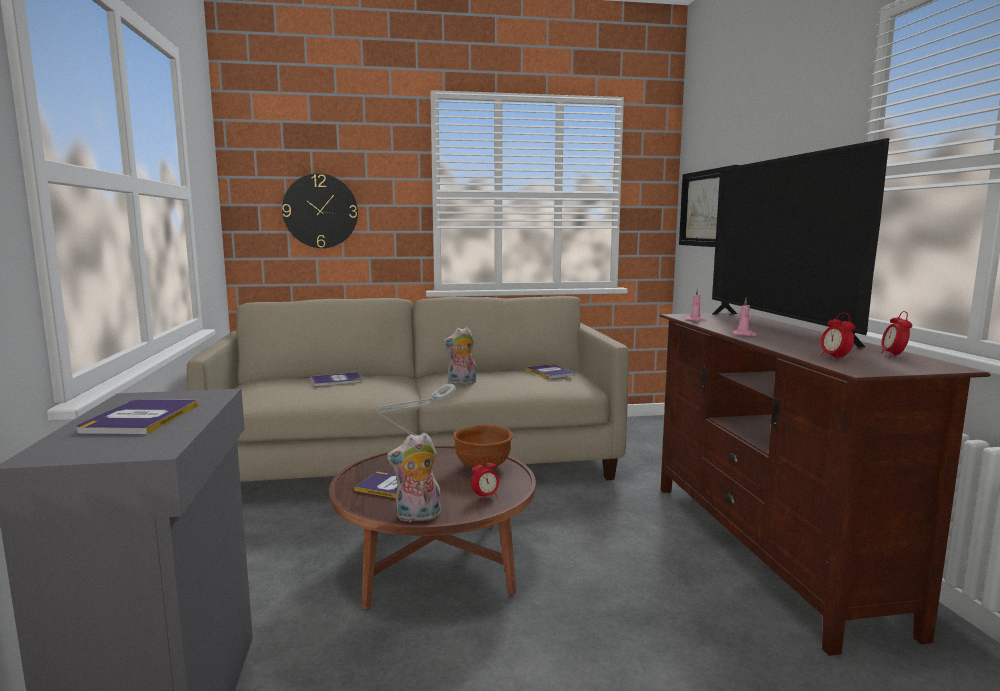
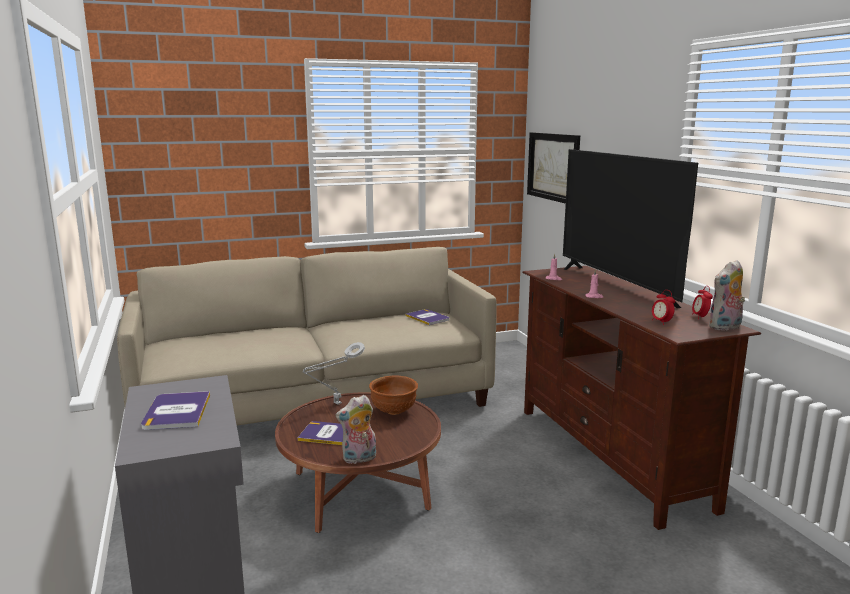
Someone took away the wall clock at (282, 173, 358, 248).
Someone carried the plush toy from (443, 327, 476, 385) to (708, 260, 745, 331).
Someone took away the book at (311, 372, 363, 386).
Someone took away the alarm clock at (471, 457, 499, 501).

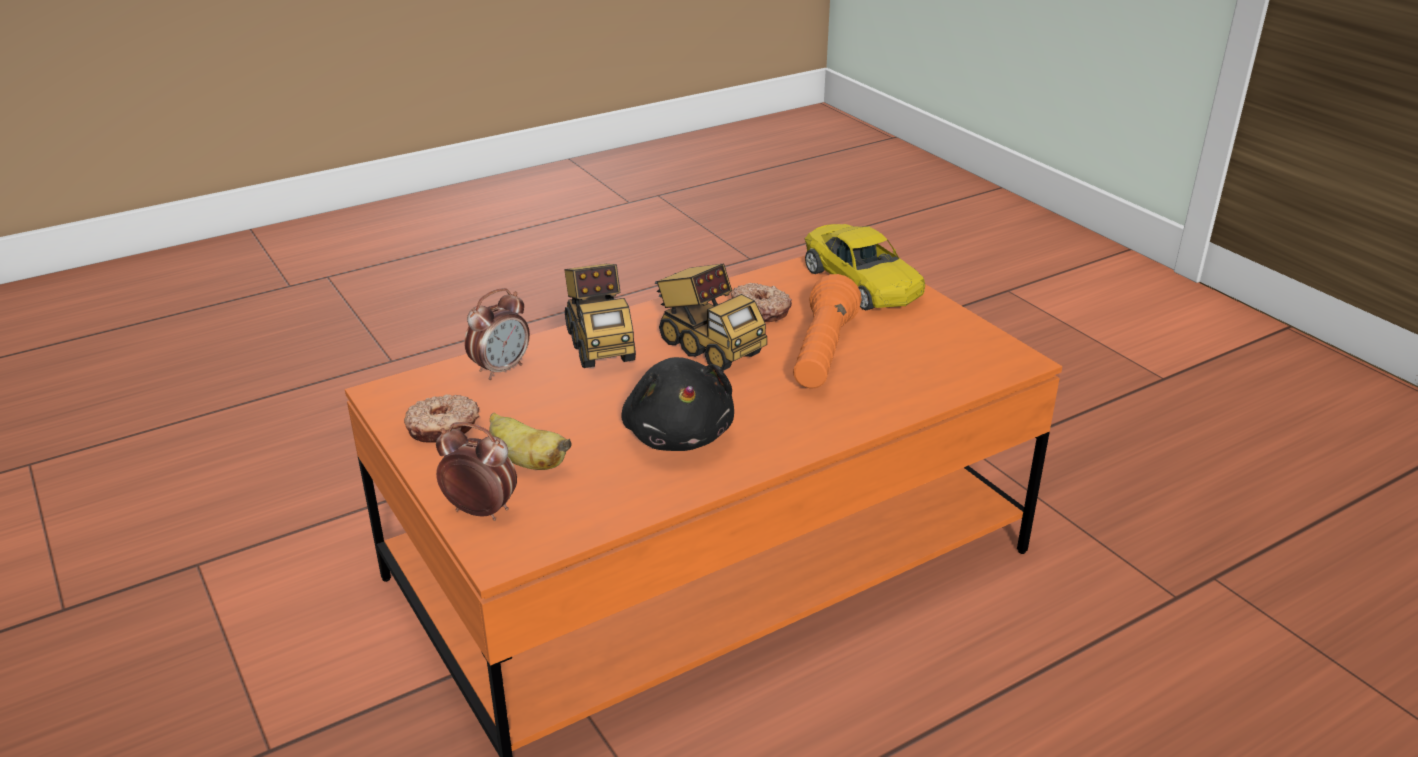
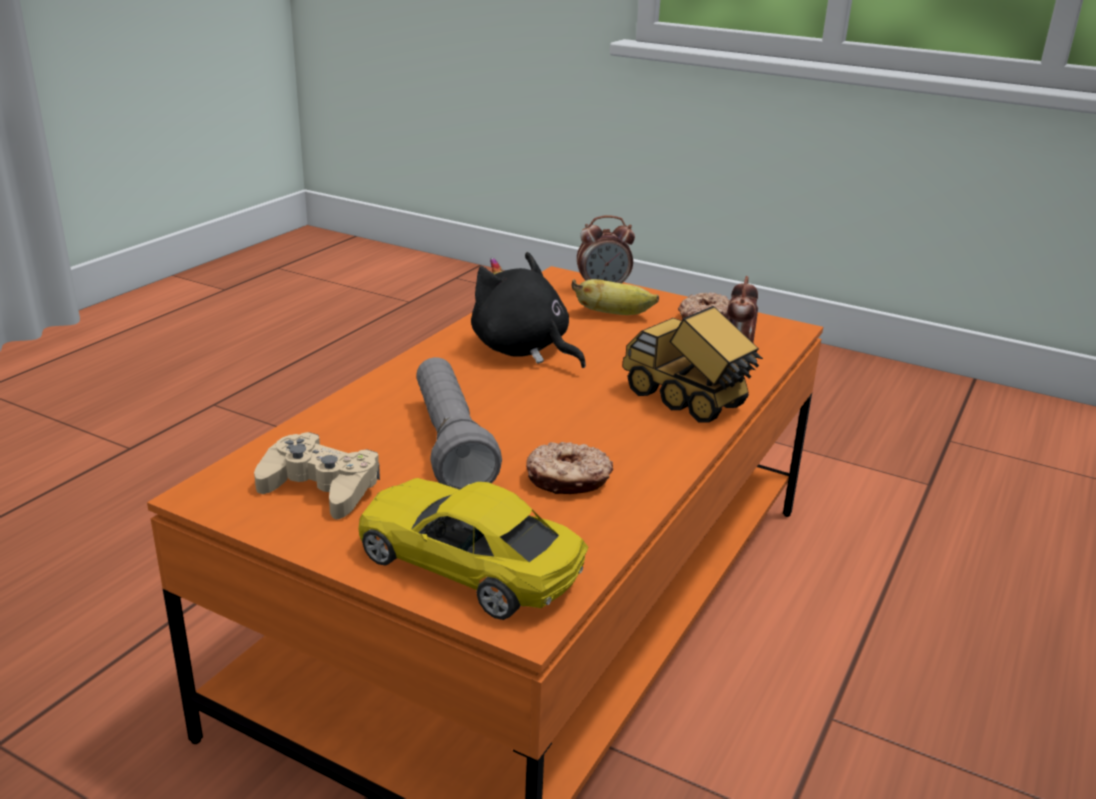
Someone took away the toy truck at (655, 263, 767, 371).
Someone repainted the orange flashlight at (793, 274, 862, 388), which became the grey flashlight at (416, 357, 502, 490).
Someone put down the beige game controller at (254, 432, 380, 520).

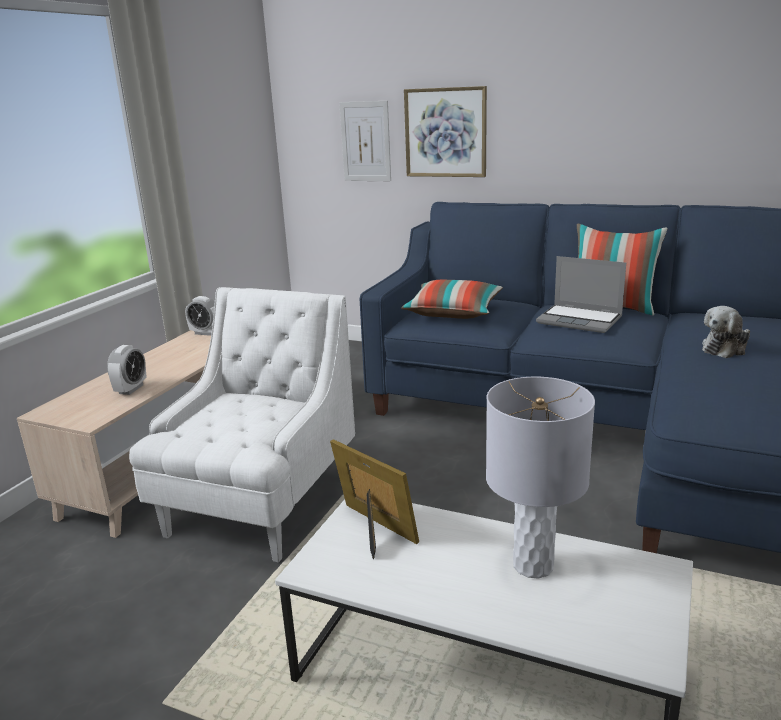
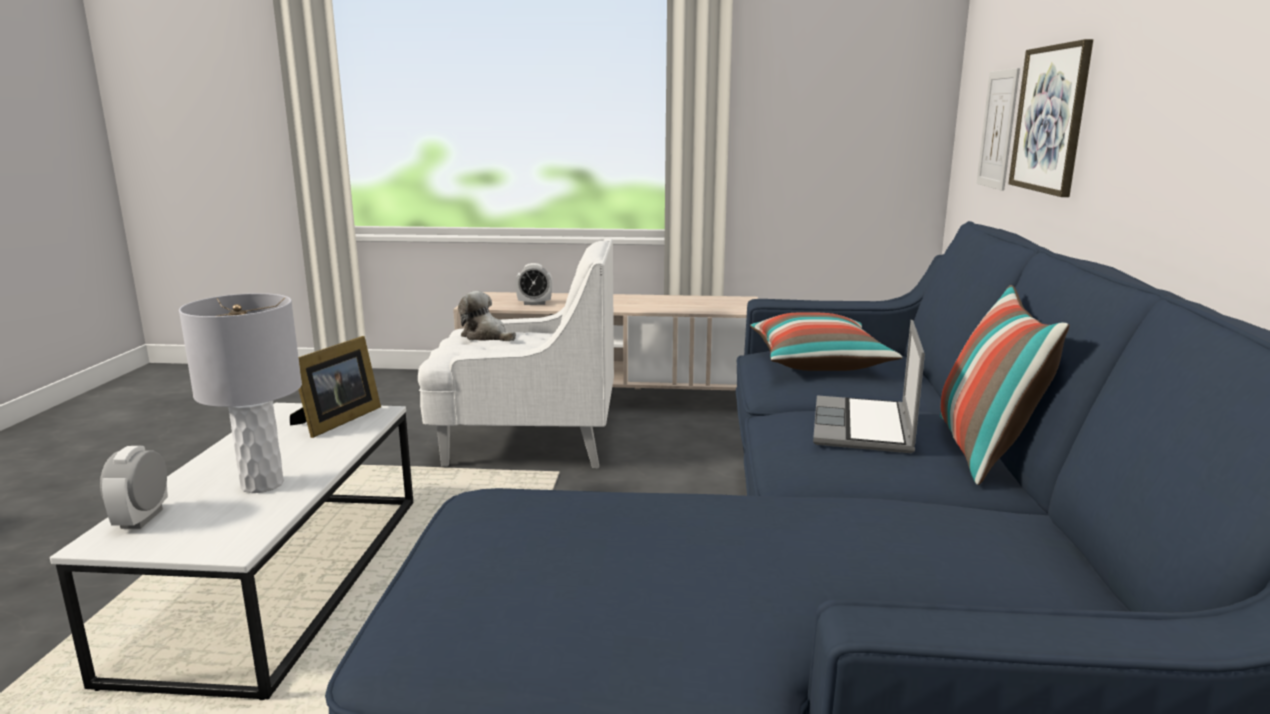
Someone carried the alarm clock from (185, 296, 215, 336) to (100, 446, 168, 529).
Someone carried the plush toy from (702, 306, 750, 358) to (458, 291, 516, 341).

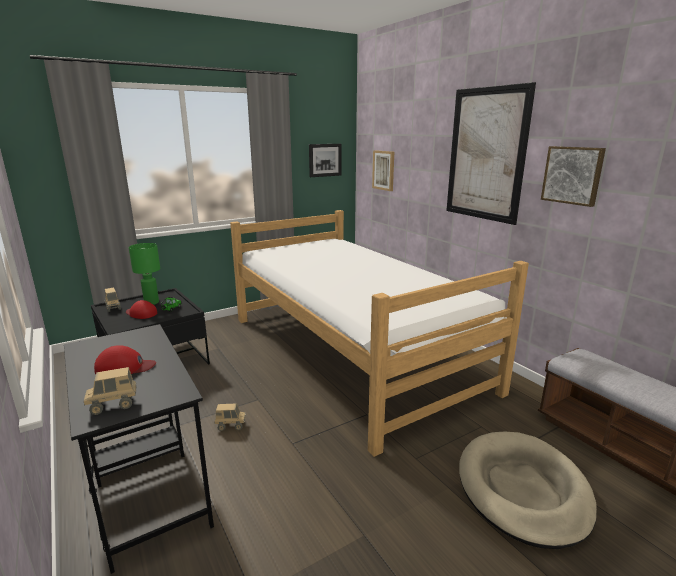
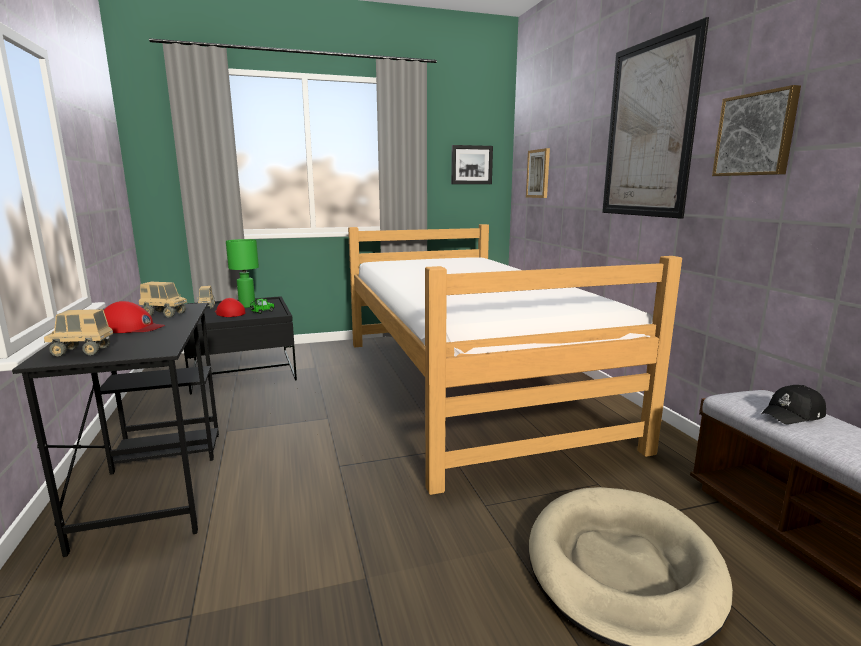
Someone carried the toy truck from (214, 403, 246, 431) to (139, 282, 187, 318).
Someone put down the black cap at (761, 385, 826, 425).

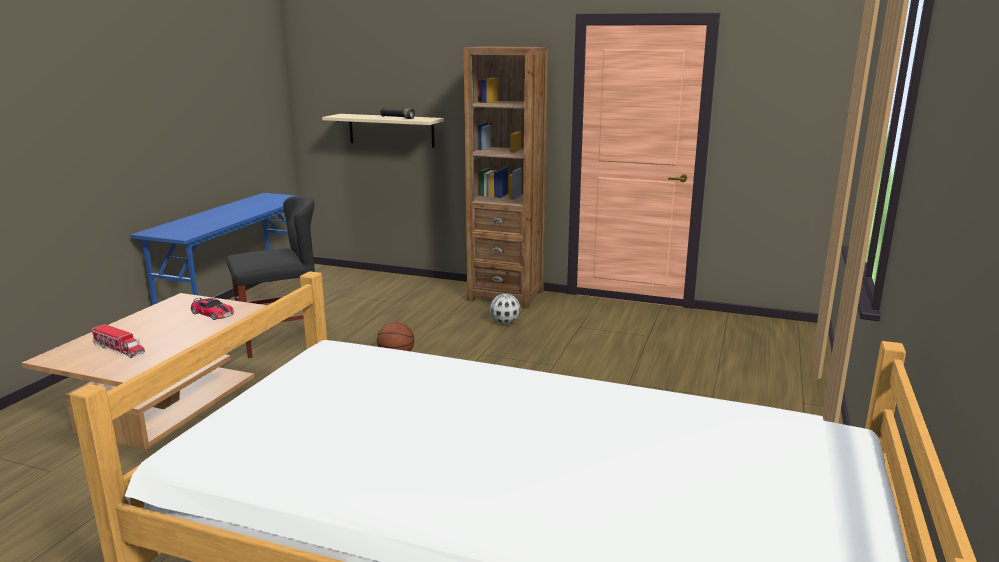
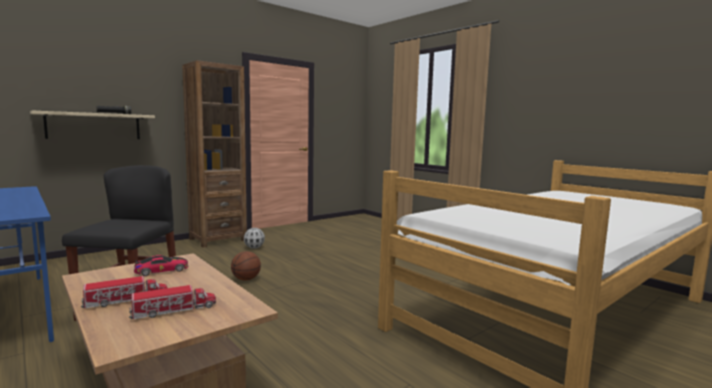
Someone put down the toy truck at (81, 276, 167, 308).

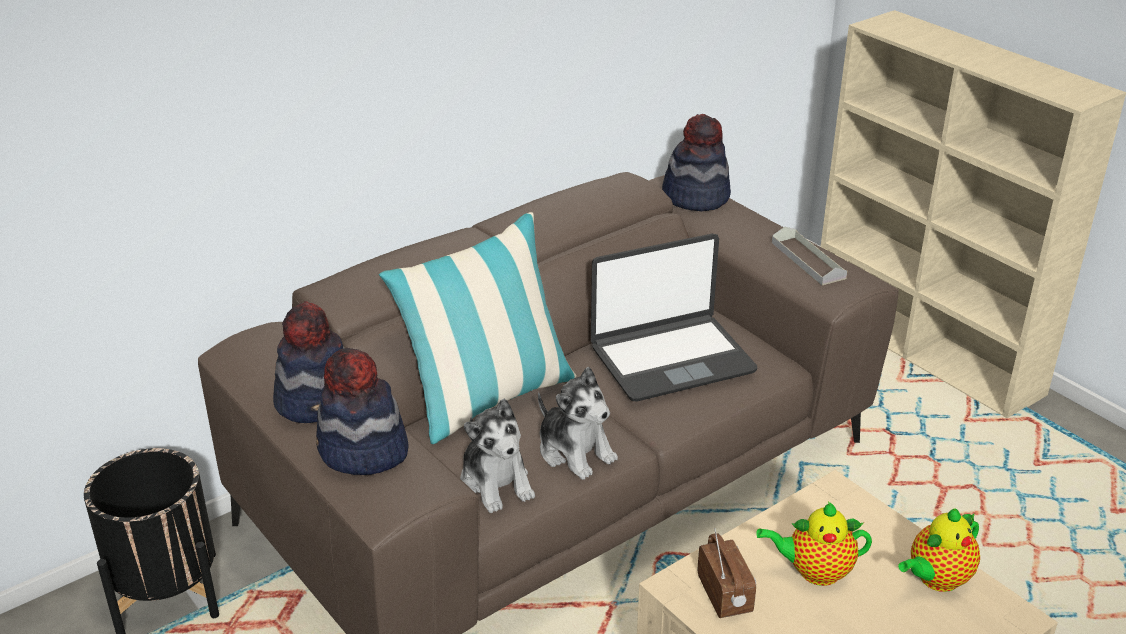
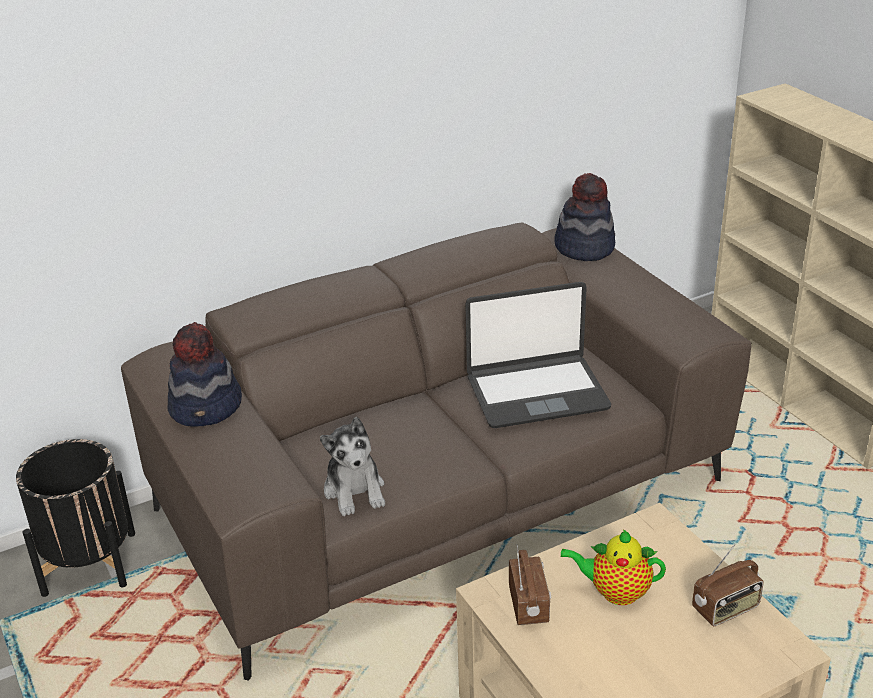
Someone took away the pillow at (379, 212, 577, 444).
Someone took away the grey tray at (772, 227, 847, 285).
Someone took away the hat at (316, 348, 408, 475).
Someone took away the plush toy at (538, 367, 618, 480).
Someone swapped the teapot at (898, 508, 980, 592) for the radio at (692, 543, 764, 626).

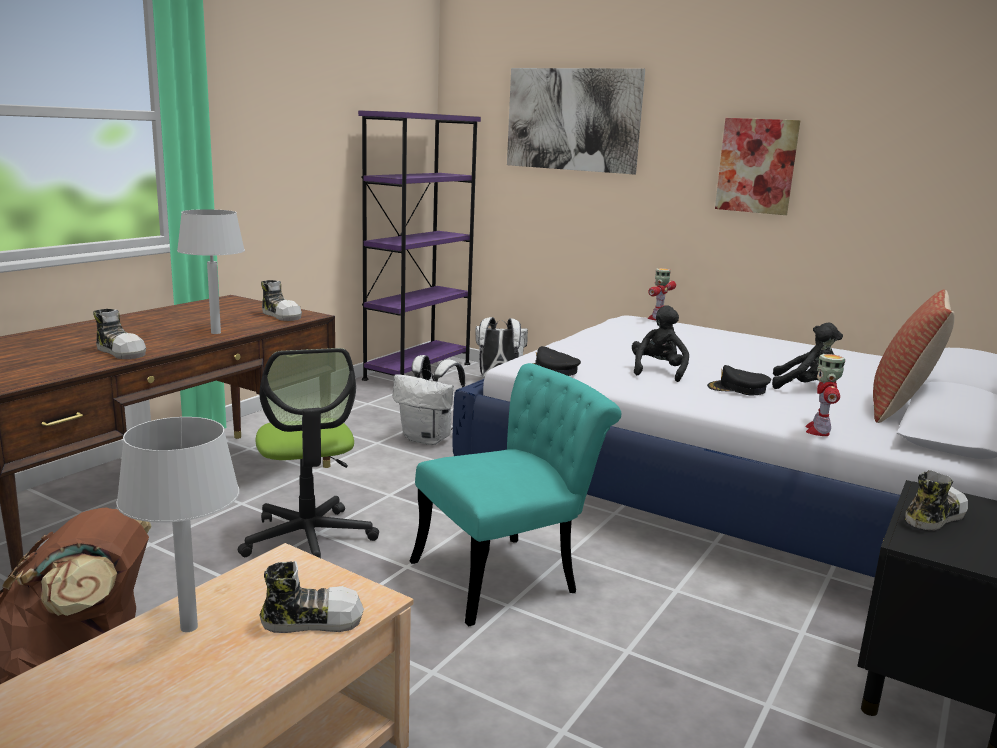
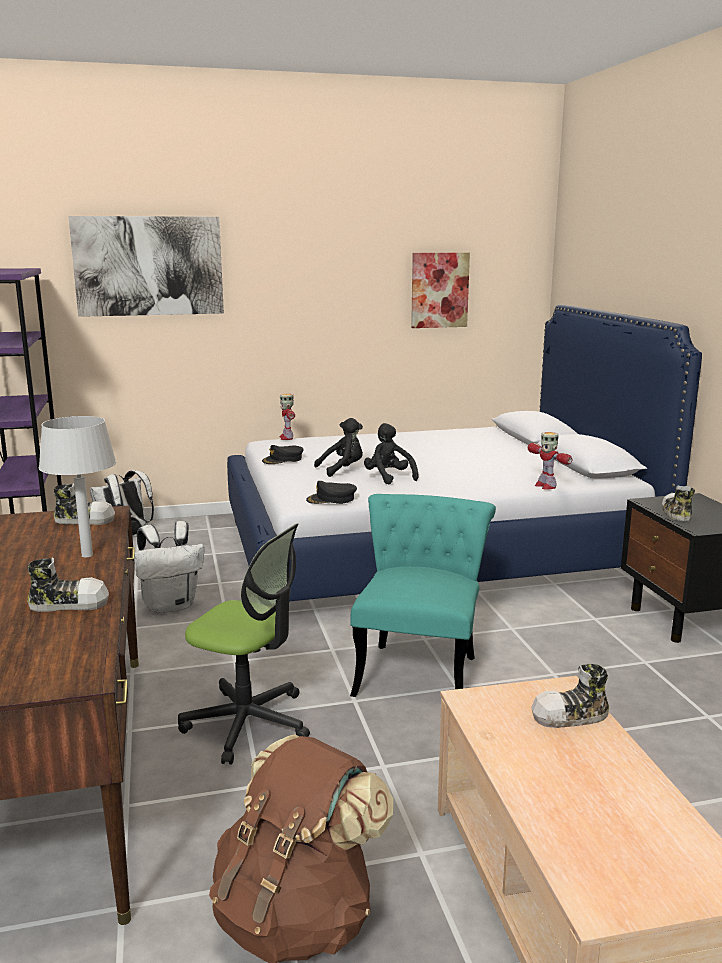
Someone carried the picture from (715, 118, 800, 215) to (411, 253, 470, 328).
Someone took away the pillow at (873, 290, 955, 423).
Someone carried the black plush toy from (772, 323, 843, 389) to (314, 418, 363, 477).
Someone carried the black cap from (707, 365, 771, 395) to (262, 445, 304, 464).
Someone took away the grey table lamp at (116, 417, 239, 632).
Someone rotated the shoe at (259, 561, 364, 633) by 135 degrees counterclockwise.

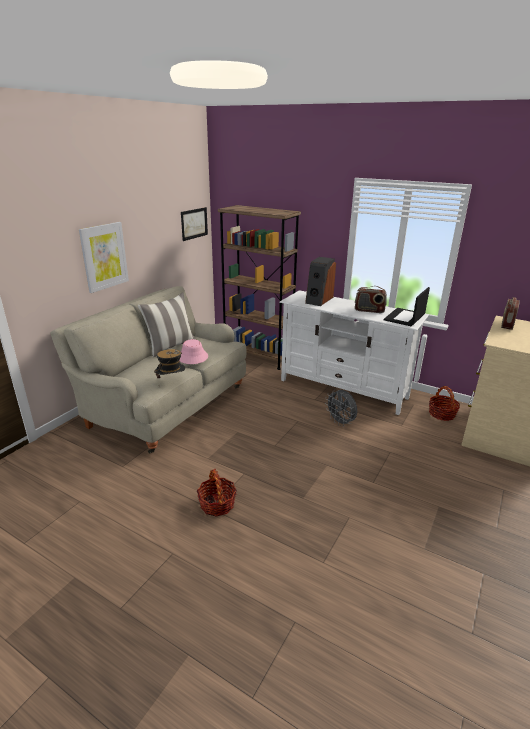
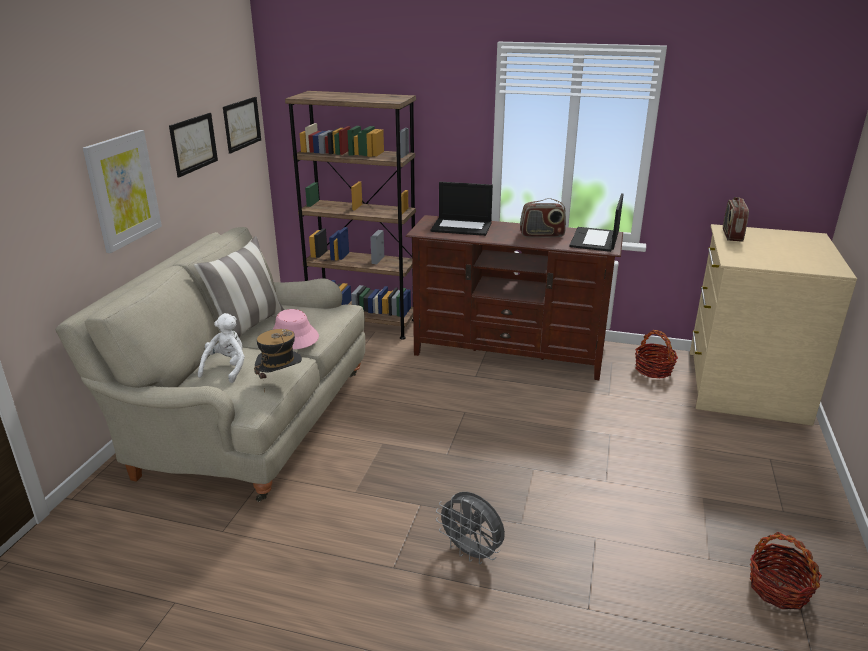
Someone swapped the speaker at (305, 257, 336, 306) for the laptop at (431, 182, 493, 236).
Someone repainted the white tv stand at (279, 290, 429, 415), which became the brown tv stand at (406, 215, 623, 380).
Someone carried the grey fan from (325, 390, 357, 427) to (436, 492, 505, 564).
Someone carried the basket from (197, 469, 237, 517) to (750, 532, 822, 609).
Someone put up the picture at (169, 113, 218, 177).
Someone put down the white plush toy at (198, 313, 245, 383).

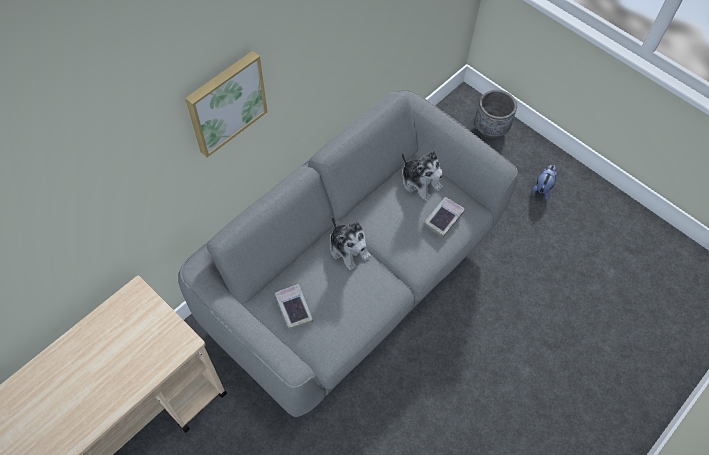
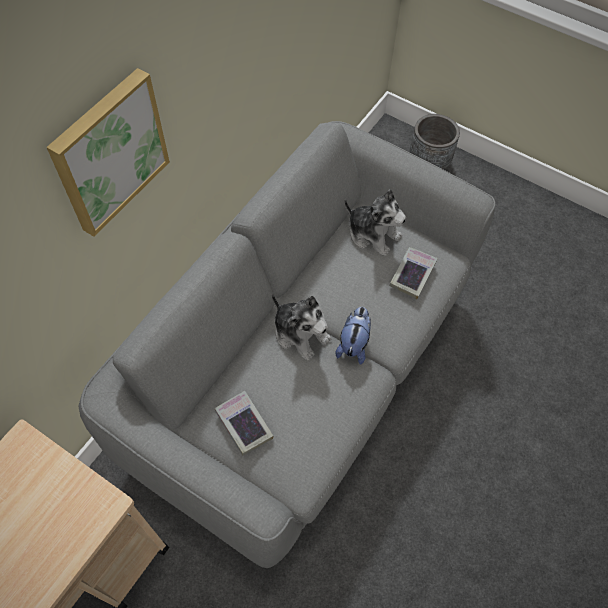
Someone carried the plush toy from (531, 165, 558, 200) to (336, 307, 371, 365).

